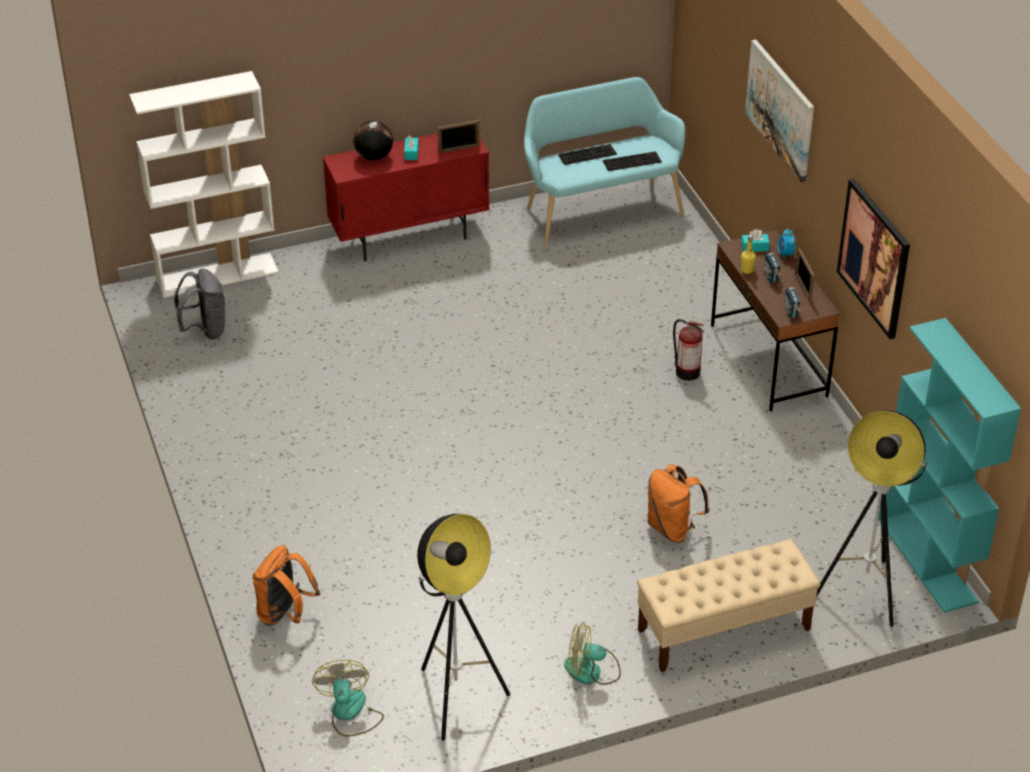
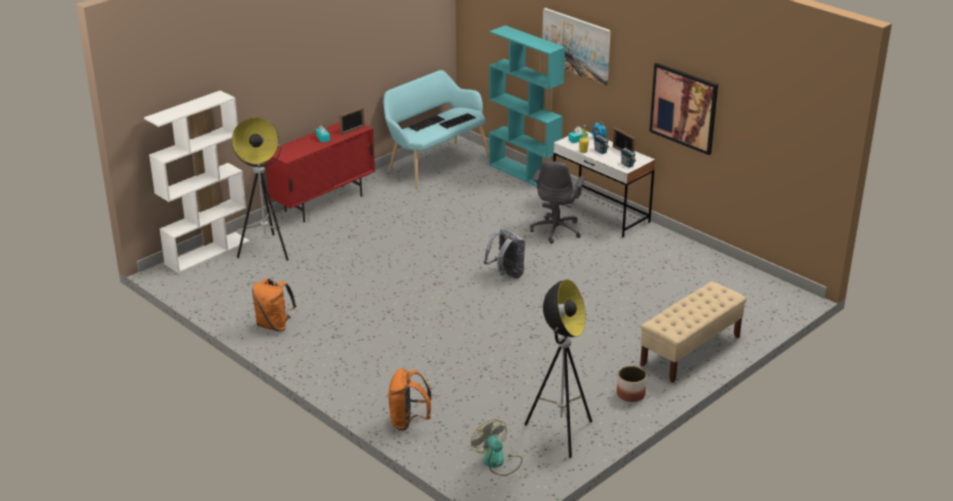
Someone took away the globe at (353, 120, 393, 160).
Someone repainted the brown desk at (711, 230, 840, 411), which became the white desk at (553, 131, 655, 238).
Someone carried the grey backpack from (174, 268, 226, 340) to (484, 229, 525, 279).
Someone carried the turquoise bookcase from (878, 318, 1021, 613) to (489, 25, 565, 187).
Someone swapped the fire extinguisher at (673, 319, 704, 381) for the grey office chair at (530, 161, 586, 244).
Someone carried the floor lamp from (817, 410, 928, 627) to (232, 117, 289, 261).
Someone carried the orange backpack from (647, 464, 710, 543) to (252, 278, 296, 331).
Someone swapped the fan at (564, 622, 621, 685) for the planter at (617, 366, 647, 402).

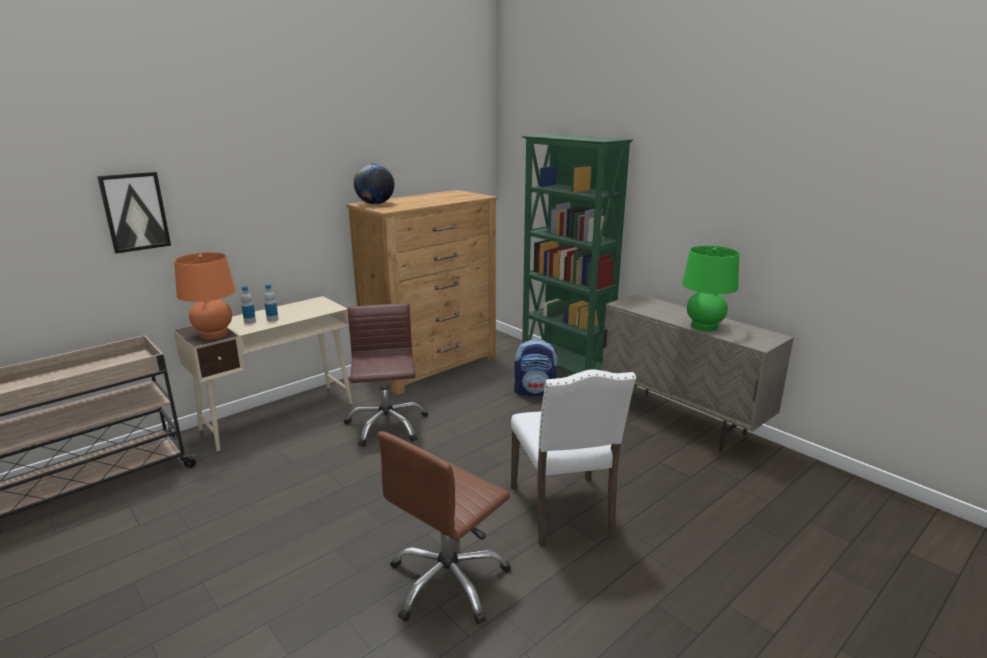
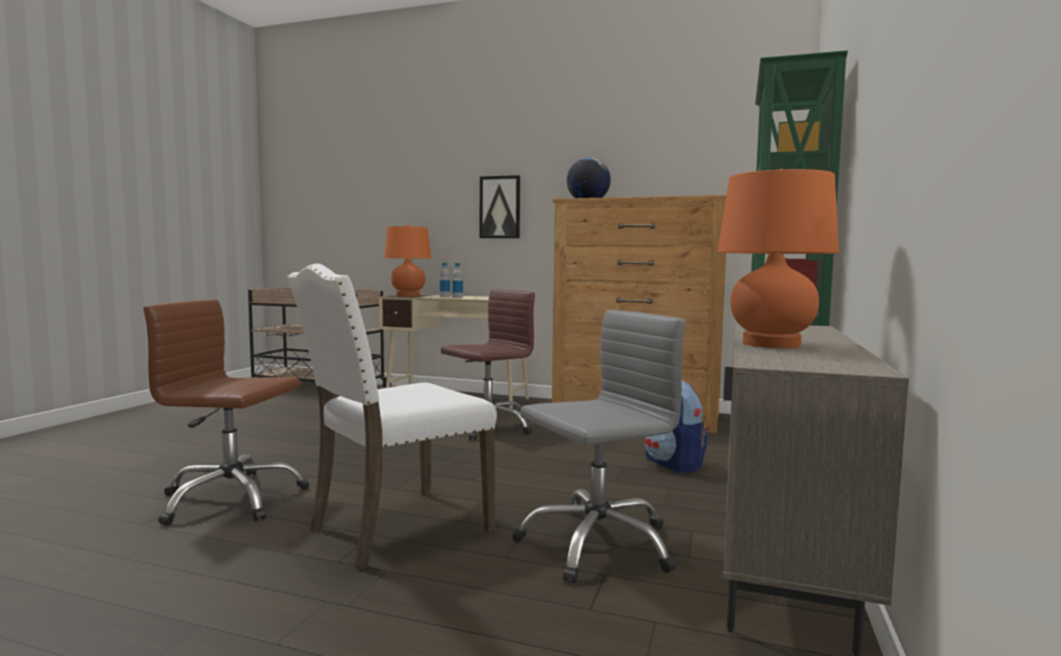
Someone carried the picture from (97, 172, 171, 253) to (480, 175, 520, 238).
Someone repainted the green table lamp at (682, 246, 739, 331), which became the orange table lamp at (718, 169, 839, 348).
Someone put down the grey office chair at (512, 310, 686, 583).

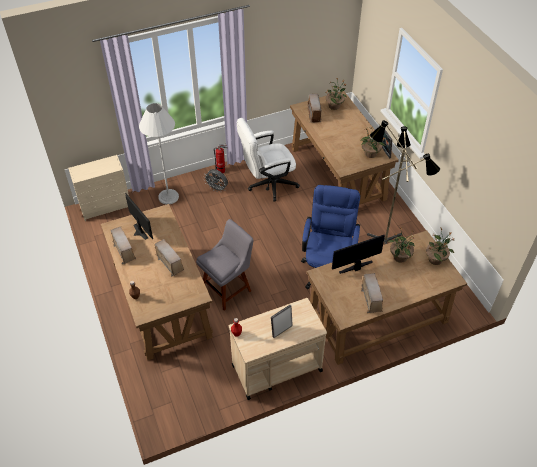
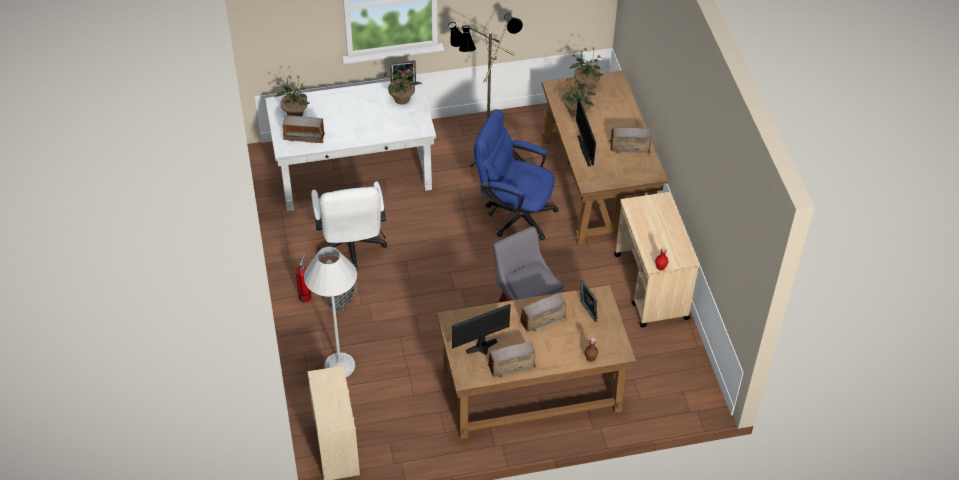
Someone repainted the brown desk at (290, 91, 399, 205), which became the white desk at (265, 77, 436, 211).
Someone carried the picture frame from (271, 305, 293, 338) to (580, 279, 597, 322).

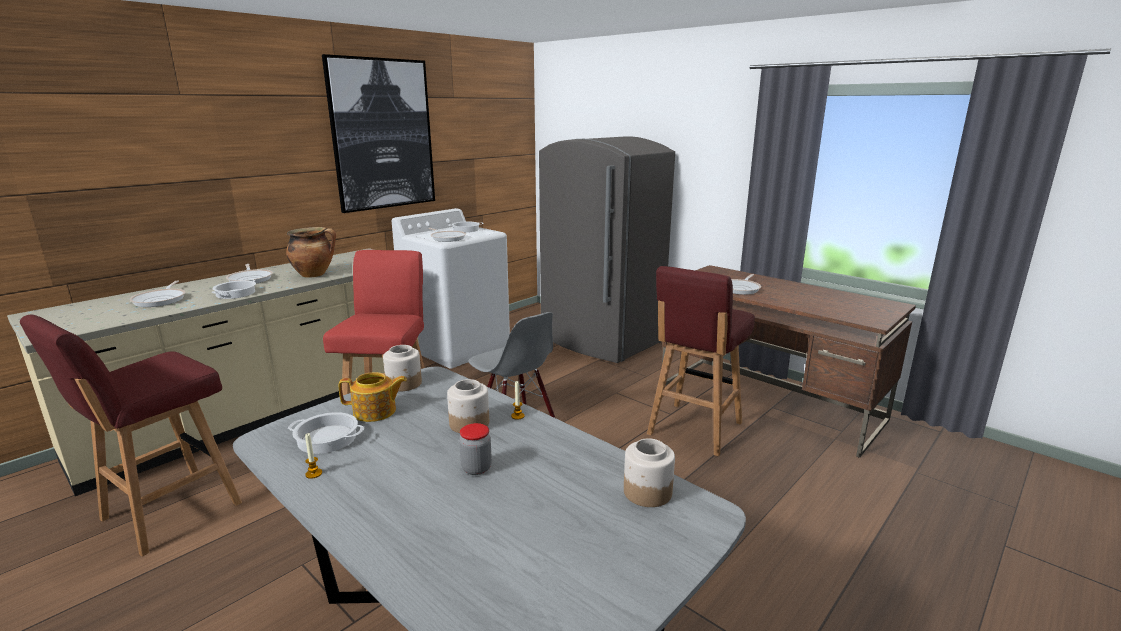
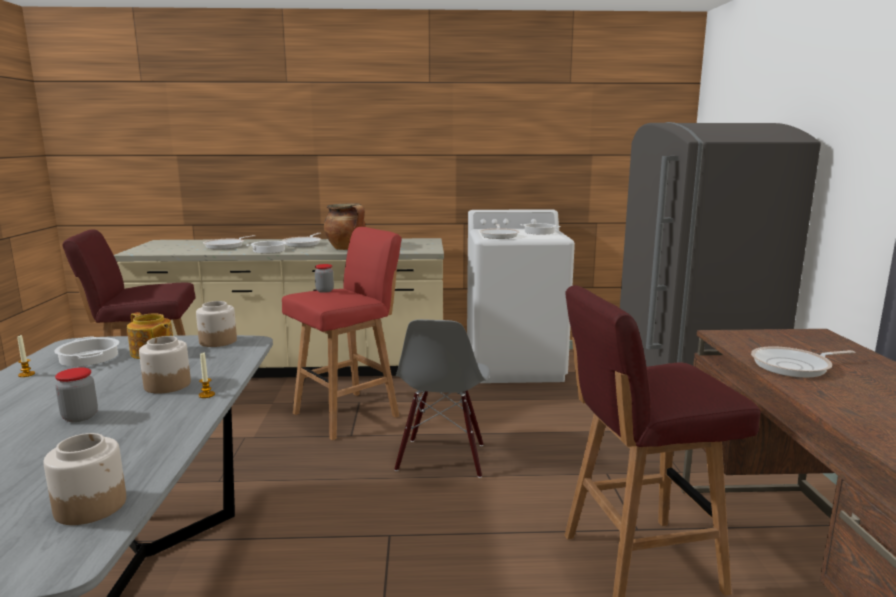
Someone took away the picture at (322, 54, 435, 213).
Someone put down the jar at (315, 264, 334, 293).

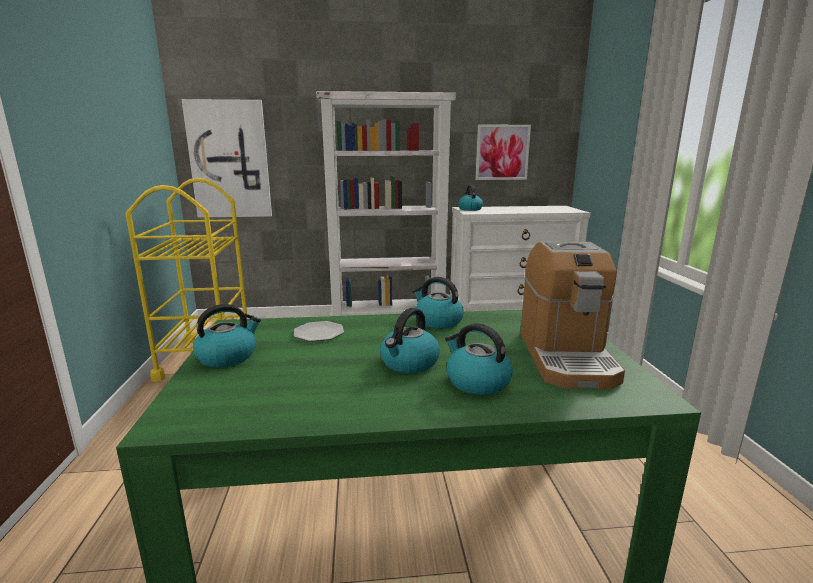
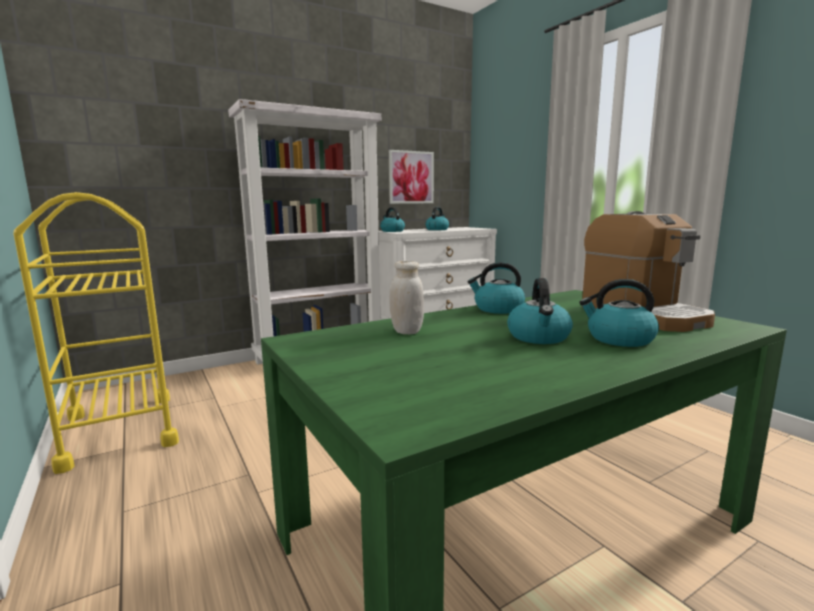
Someone took away the picture at (181, 99, 272, 218).
Someone carried the kettle from (193, 304, 261, 367) to (425, 207, 449, 230).
Someone swapped the plate at (294, 321, 344, 342) for the white jar at (390, 261, 424, 334).

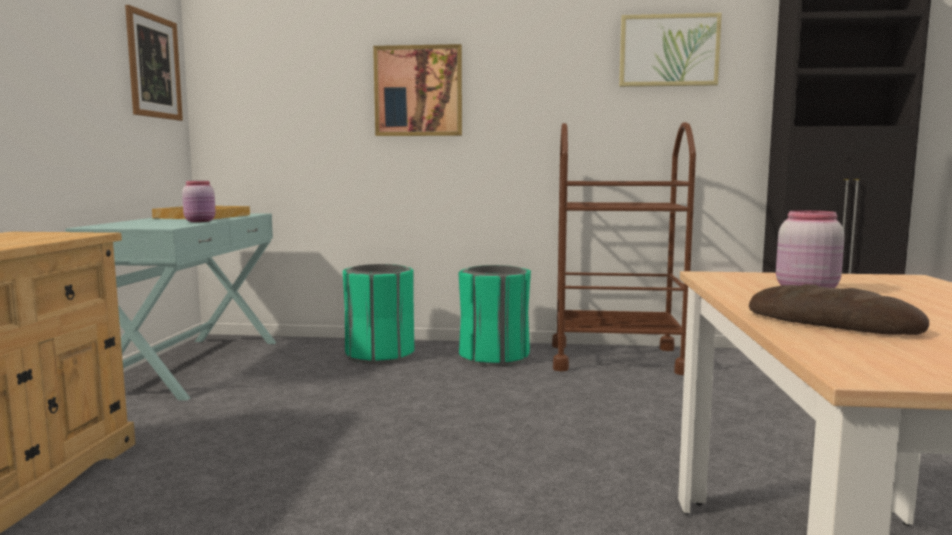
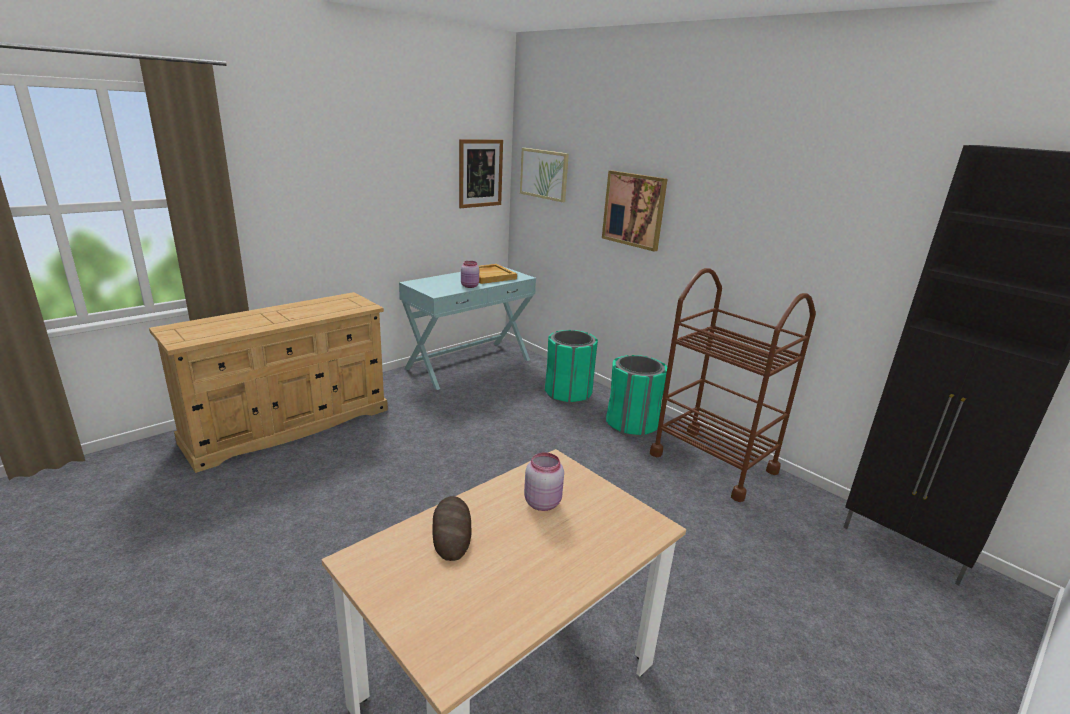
Someone carried the picture from (619, 13, 722, 87) to (520, 148, 569, 202).

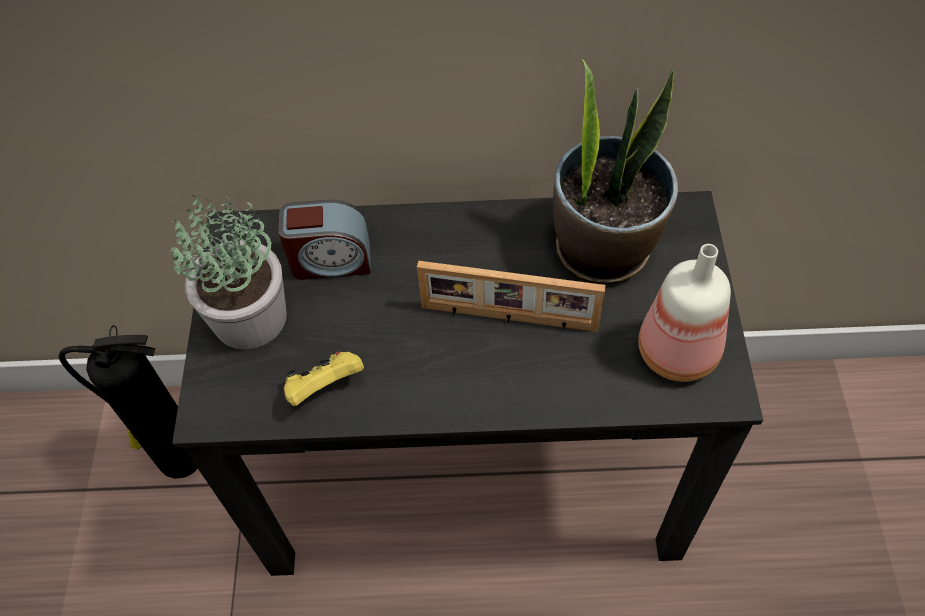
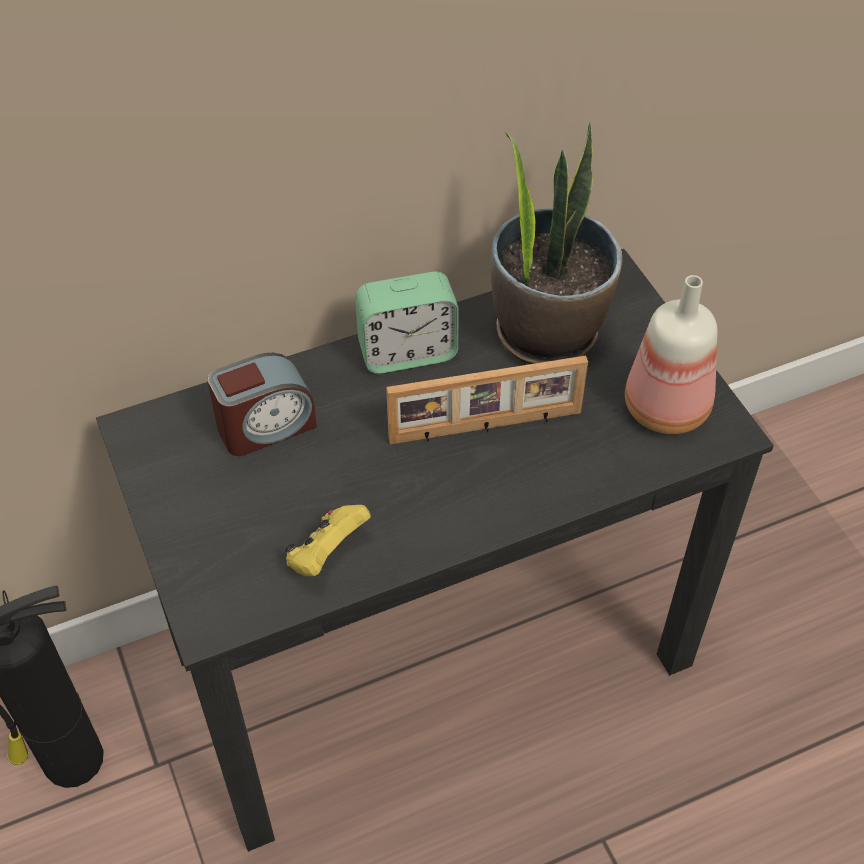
Someone took away the potted plant at (170, 195, 287, 349).
Someone put down the alarm clock at (355, 272, 459, 374).

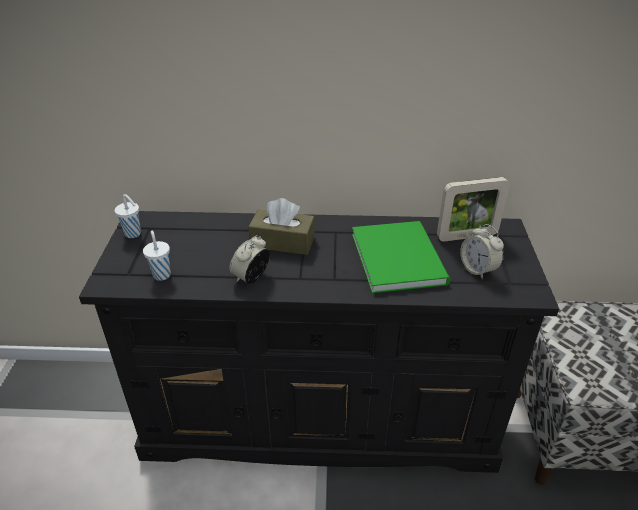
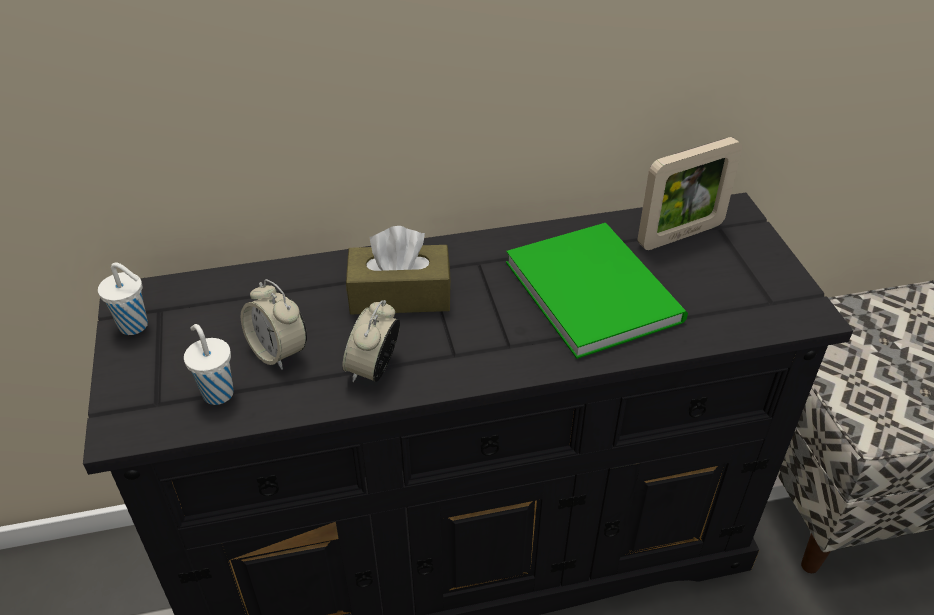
Someone carried the alarm clock from (460, 224, 504, 279) to (241, 279, 307, 370).

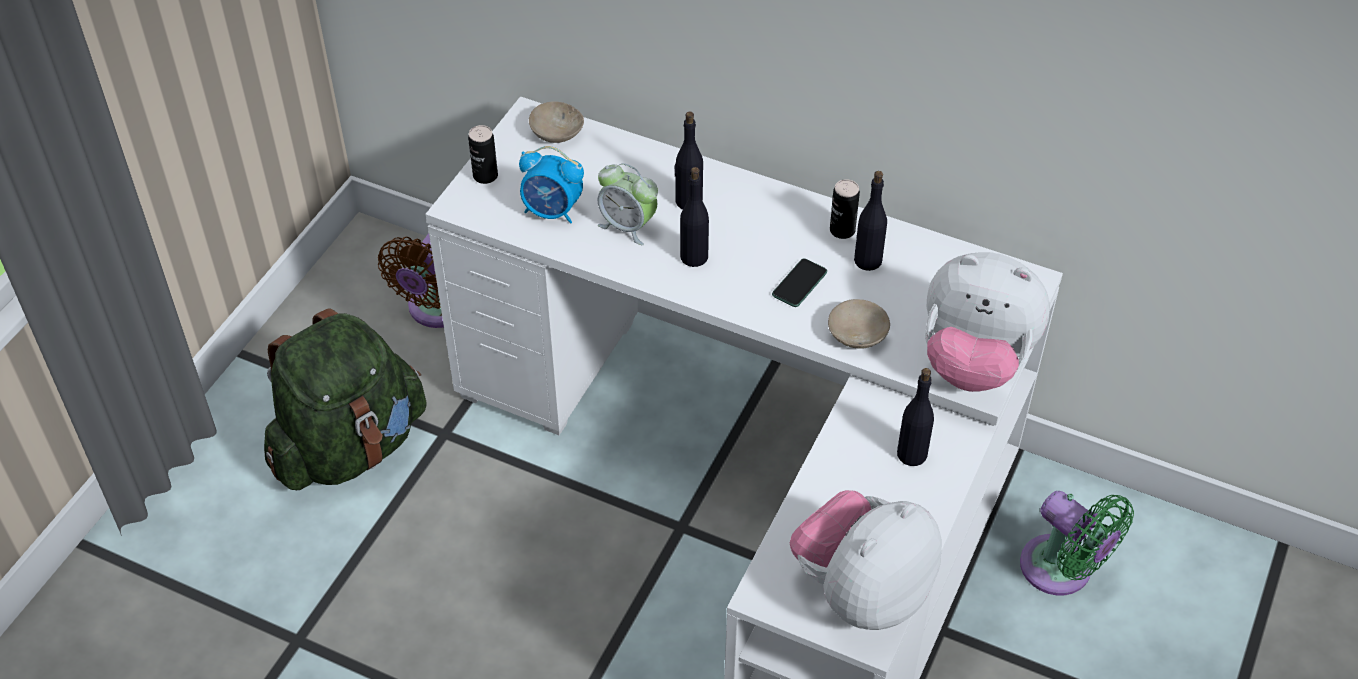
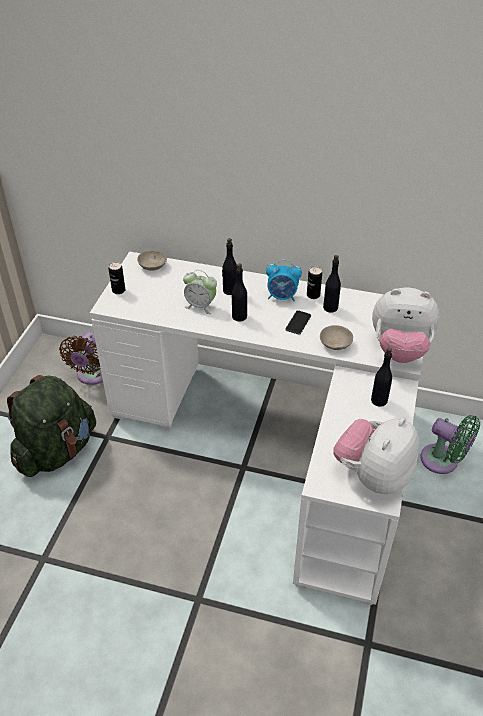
Someone carried the alarm clock from (519, 146, 584, 223) to (266, 260, 302, 301).

